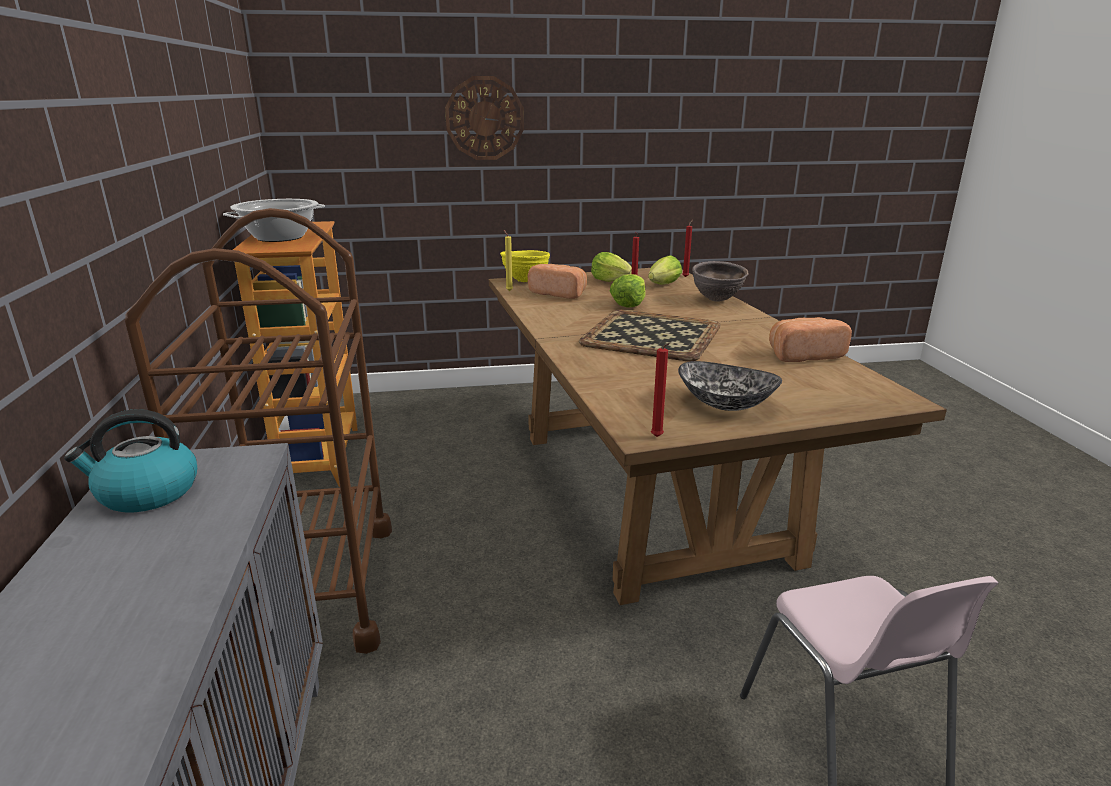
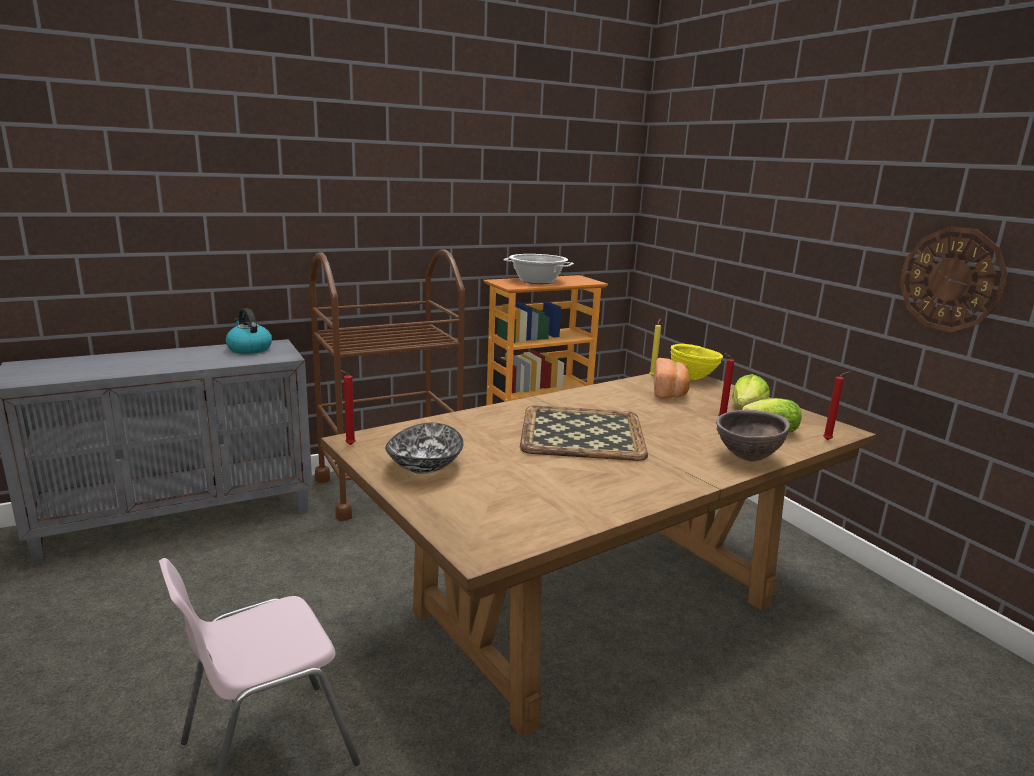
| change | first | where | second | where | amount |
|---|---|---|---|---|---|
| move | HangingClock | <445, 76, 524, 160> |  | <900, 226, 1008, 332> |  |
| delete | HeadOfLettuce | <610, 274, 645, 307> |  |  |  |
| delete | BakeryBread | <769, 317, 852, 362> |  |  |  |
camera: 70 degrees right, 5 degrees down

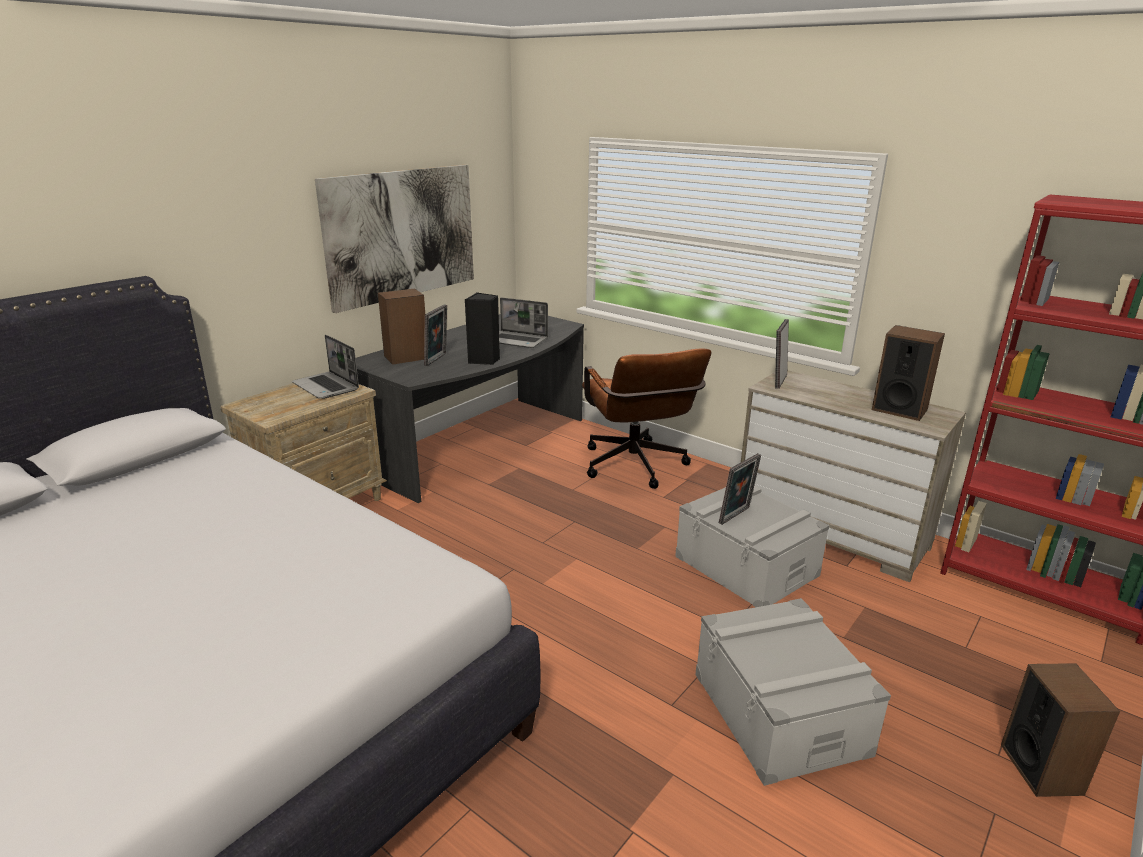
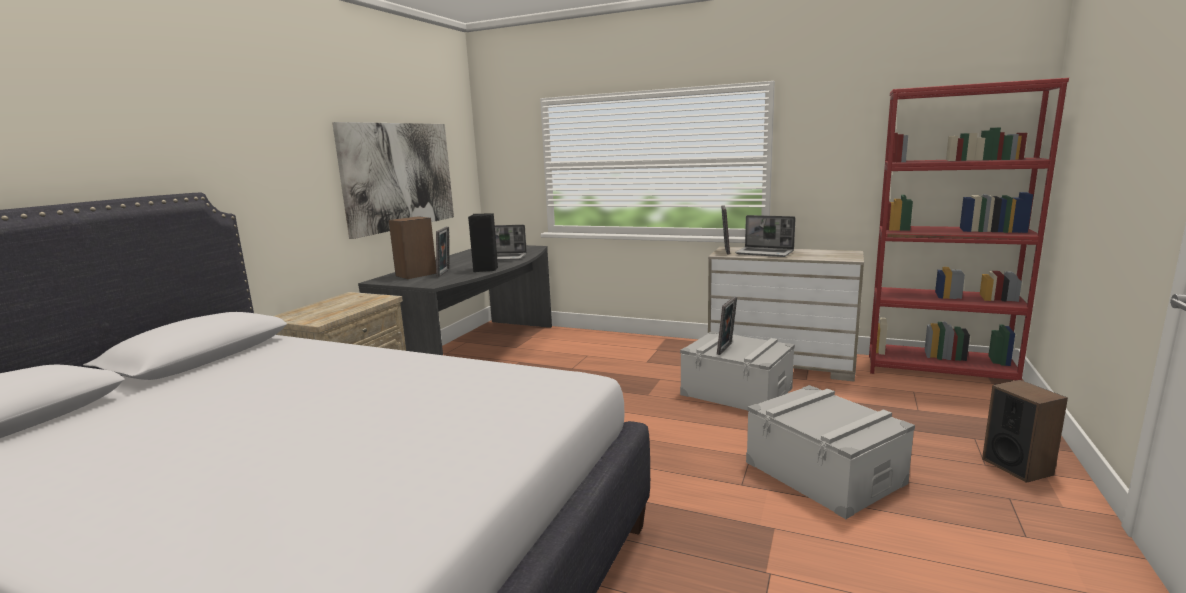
| change | first | where | second | where | amount |
|---|---|---|---|---|---|
| move | PortableComputer | <292, 335, 359, 399> |  | <735, 215, 796, 257> |  |
| delete | BrownishComputerChair | <582, 349, 712, 489> |  |  |  |
| delete | Speaker | <872, 325, 945, 421> |  |  |  |
camera: 15 degrees left, 10 degrees down

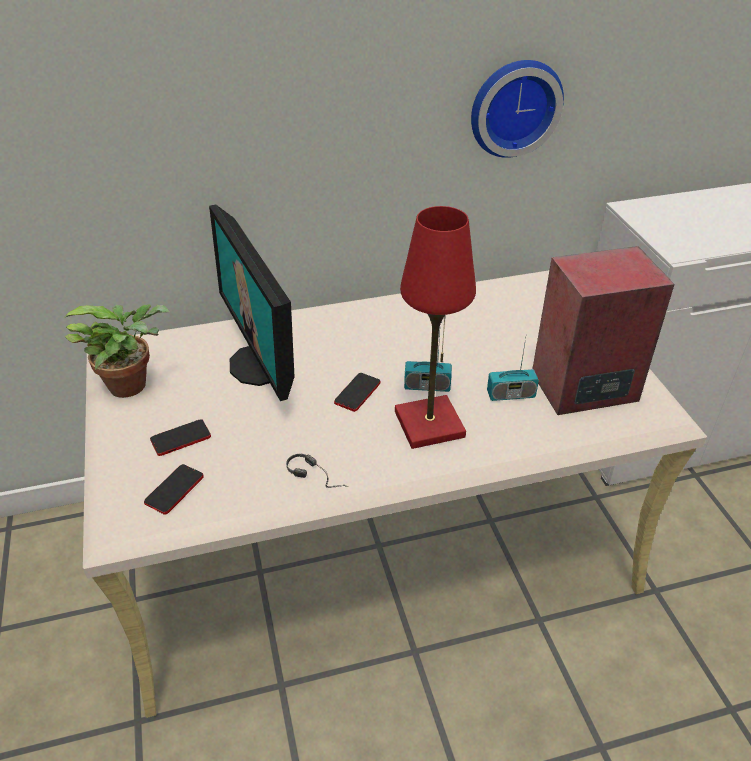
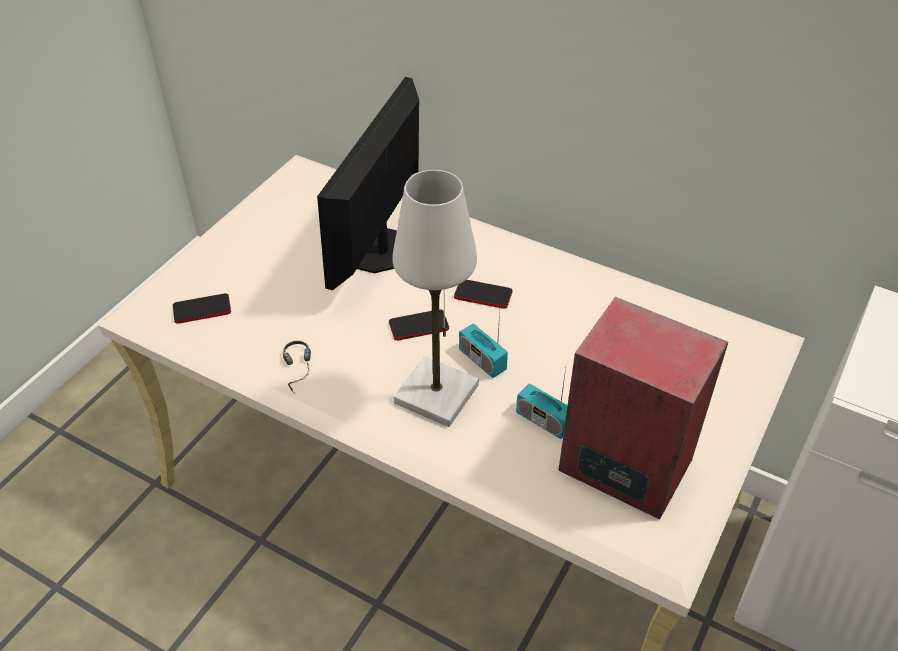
| change | first | where | second | where | amount |
|---|---|---|---|---|---|
| delete | PlantInAPot | <64, 304, 170, 398> |  |  |  |
| move | Telephone | <150, 419, 211, 456> |  | <454, 280, 513, 309> |  |
| recolor | RedLampForATable | <395, 206, 476, 449> | WhiteColouredLampForATable | <393, 170, 479, 427> |  |
| delete | HangingClock | <471, 60, 564, 158> |  |  |  |
camera: 45 degrees right, 5 degrees up

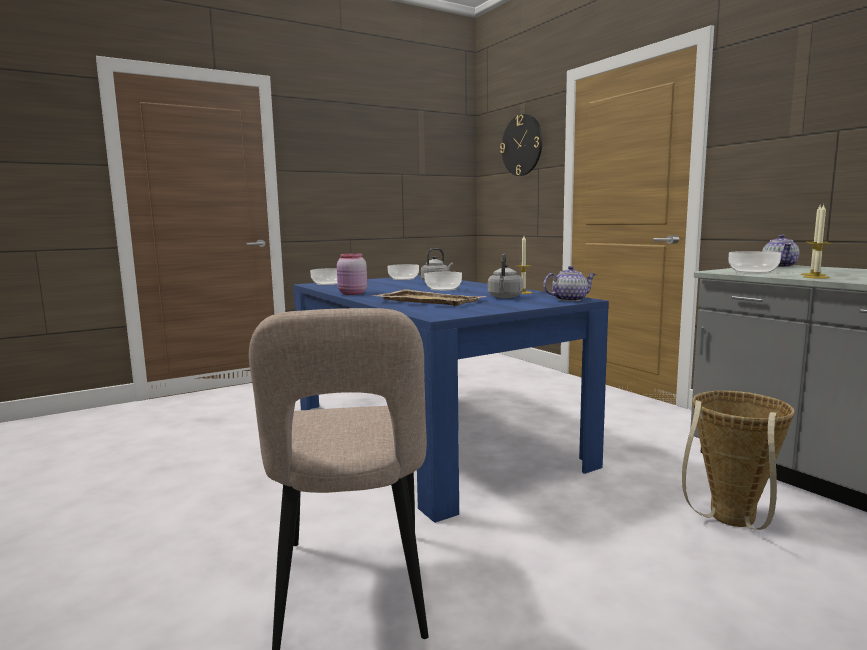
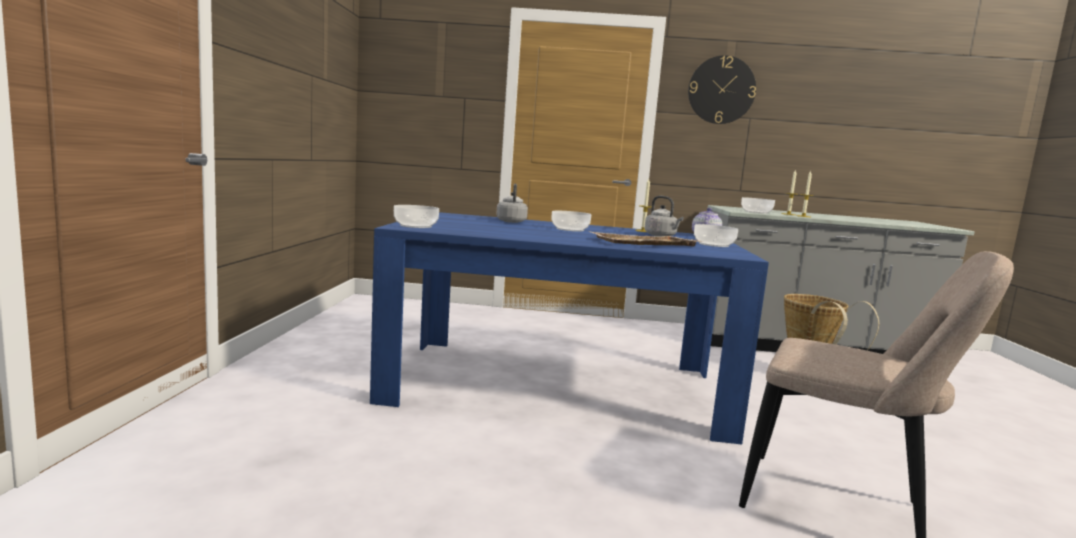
| change | first | where | second | where | amount |
|---|---|---|---|---|---|
| delete | PinkishPreserveJar | <337, 253, 367, 295> |  |  |  |
| move | DeepDish | <388, 264, 419, 280> |  | <694, 224, 738, 247> |  |
| move | HangingClock | <500, 114, 543, 176> |  | <688, 55, 756, 124> |  |
| delete | PotForTea | <762, 234, 799, 267> |  |  |  |
camera: 55 degrees left, 0 degrees up

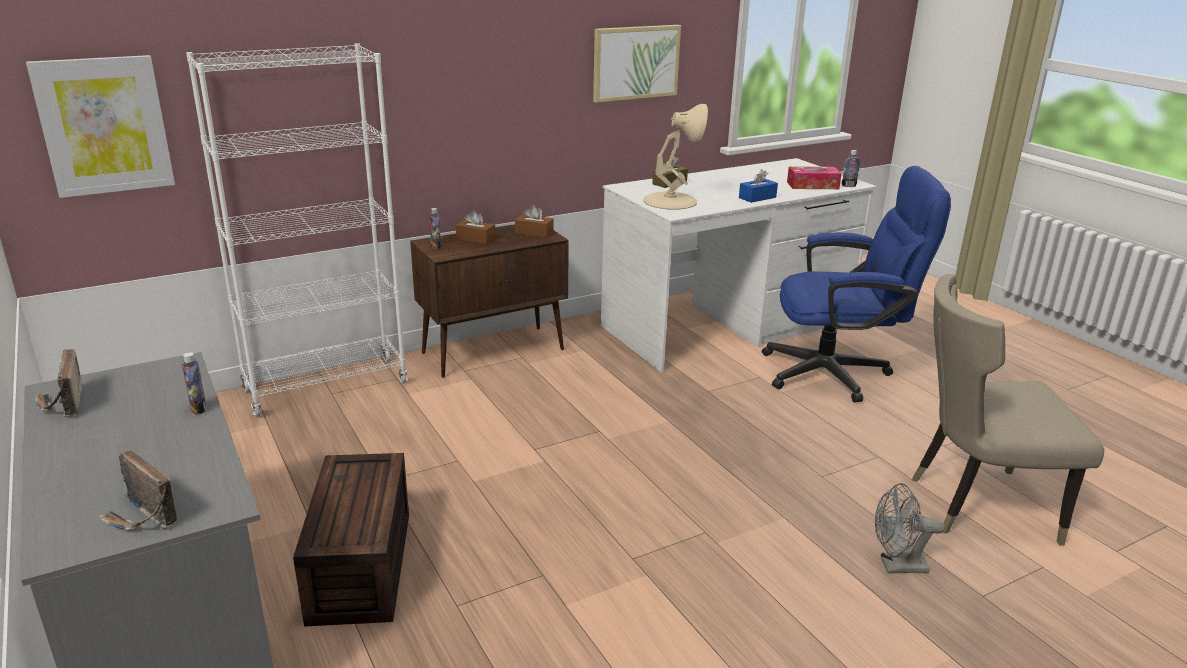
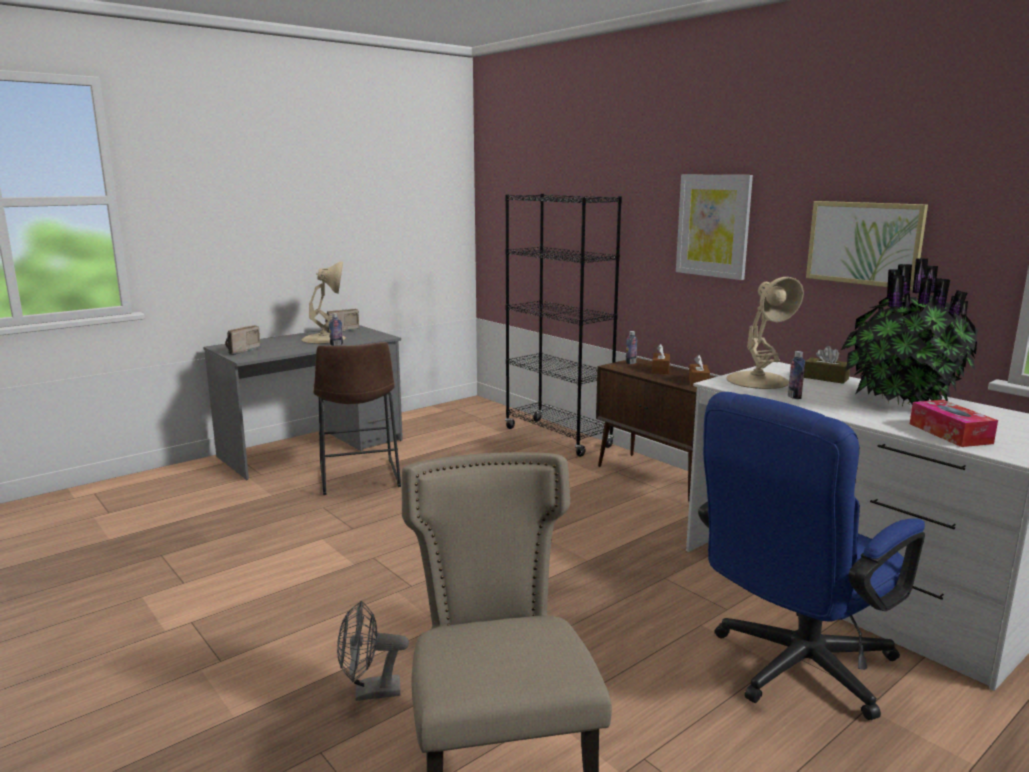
| change | first | where | second | where | amount |
|---|---|---|---|---|---|
| move | Picture | <26, 55, 175, 198> |  | <676, 175, 753, 280> |  |
| recolor | WhiteColouredShelvingUnit | <186, 43, 408, 417> | BlackishShelvingUnit | <505, 194, 622, 457> |  |
| replace | BrownishStorageContainer | <293, 453, 409, 627> | BrownishStool | <313, 342, 401, 495> |  |
| delete | BlueColouredTissueBox | <739, 169, 778, 203> |  |  |  |
| rotate | BlueColouredComputerChair | <762, 166, 951, 403> |  | <698, 392, 925, 720> | 60 degrees clockwise |
| move | BeverageBottle | <842, 150, 860, 187> |  | <788, 351, 805, 399> |  |
| rotate | GreyishCoolingFan | <875, 483, 945, 573> |  | <337, 600, 409, 701> | 90 degrees counterclockwise |
| insert |  |  | SandColouredLampForATable | <302, 262, 346, 344> |  |
| insert |  |  | PlantInAPot | <841, 258, 978, 407> |  |
camera: 80 degrees right, 10 degrees down

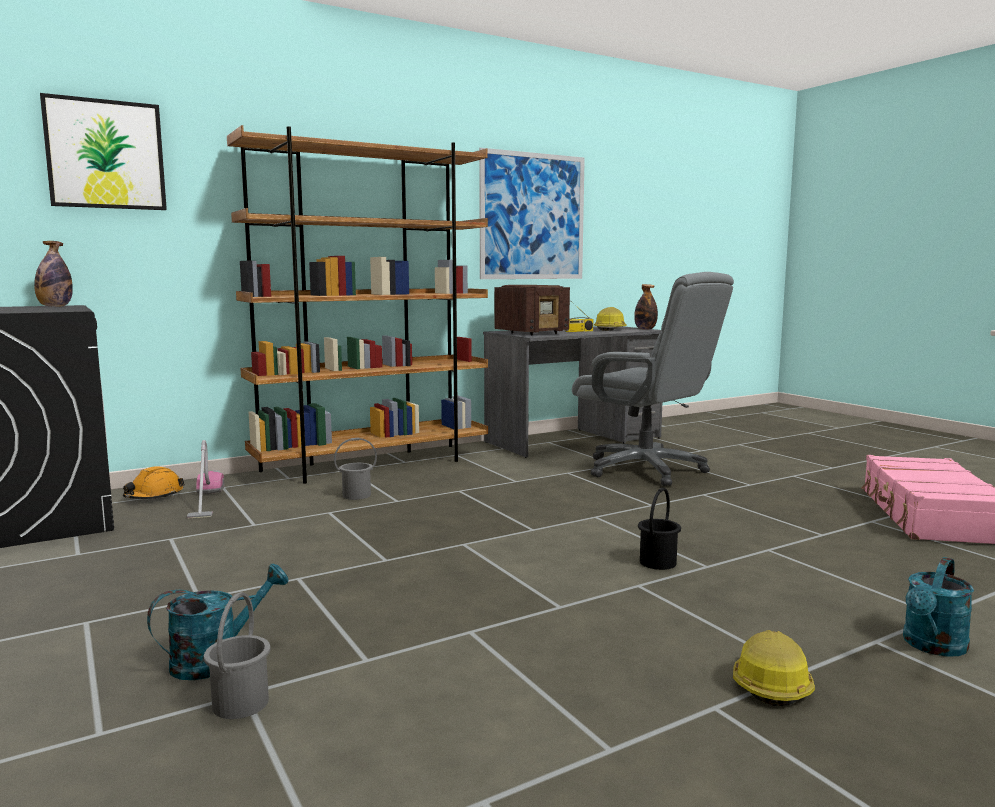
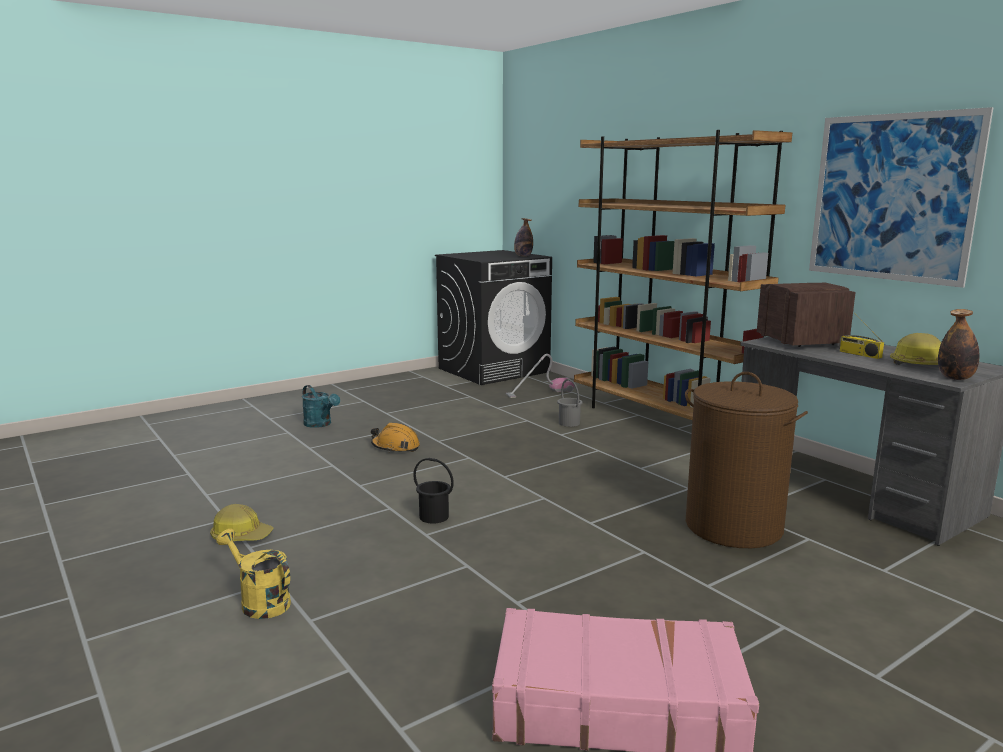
| change | first | where | second | where | amount |
|---|---|---|---|---|---|
| delete | Picture | <40, 93, 167, 210> |  |  |  |
| move | OrangeyHardHat | <123, 466, 185, 499> |  | <371, 423, 420, 453> |  |
| delete | GreyishBucket | <204, 592, 270, 719> |  |  |  |
| rotate | RadioSet | <494, 285, 570, 336> |  | <757, 283, 856, 347> | 150 degrees counterclockwise |
| replace | GreyishComputerChair | <572, 272, 734, 486> | BrownishHamper | <685, 372, 808, 548> |  |
| recolor | TurquoiseColouredWateringCan | <903, 557, 974, 657> | YellowishWateringCan | <216, 529, 291, 619> |  |
camera: 85 degrees right, 5 degrees up

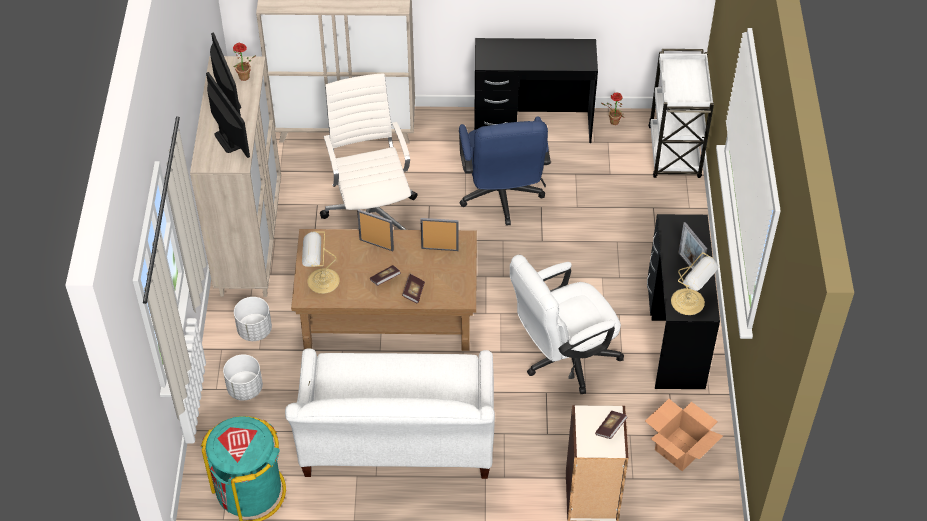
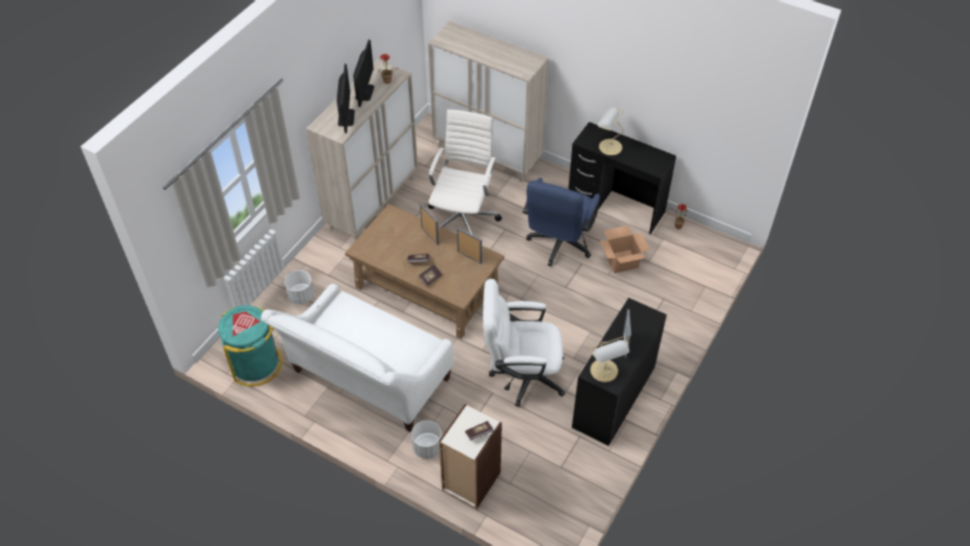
| change | first | where | second | where | amount |
|---|---|---|---|---|---|
| move | WhiteColouredPlantPot | <234, 297, 272, 341> |  | <411, 420, 442, 459> |  |
| move | LampForATable | <302, 231, 340, 294> |  | <598, 107, 624, 155> |  |
| move | PackingBox | <645, 399, 723, 471> |  | <600, 225, 650, 273> |  |
| delete | WhiteColouredCart | <648, 49, 714, 178> |  |  |  |
camera: 30 degrees right, 0 degrees up

